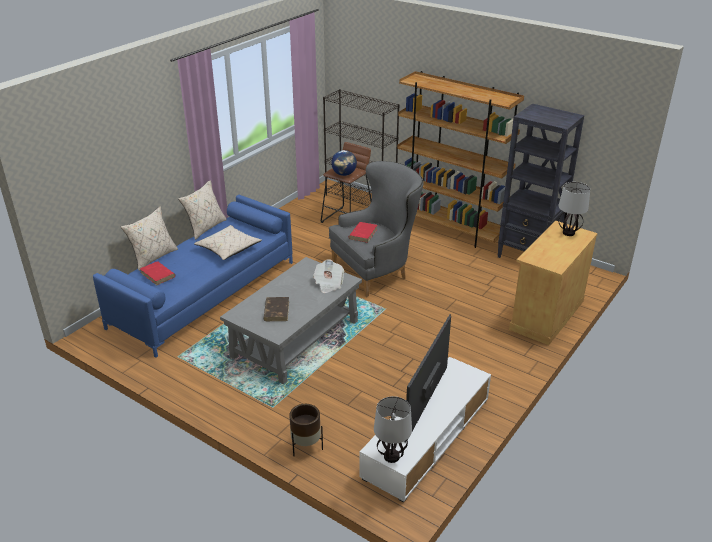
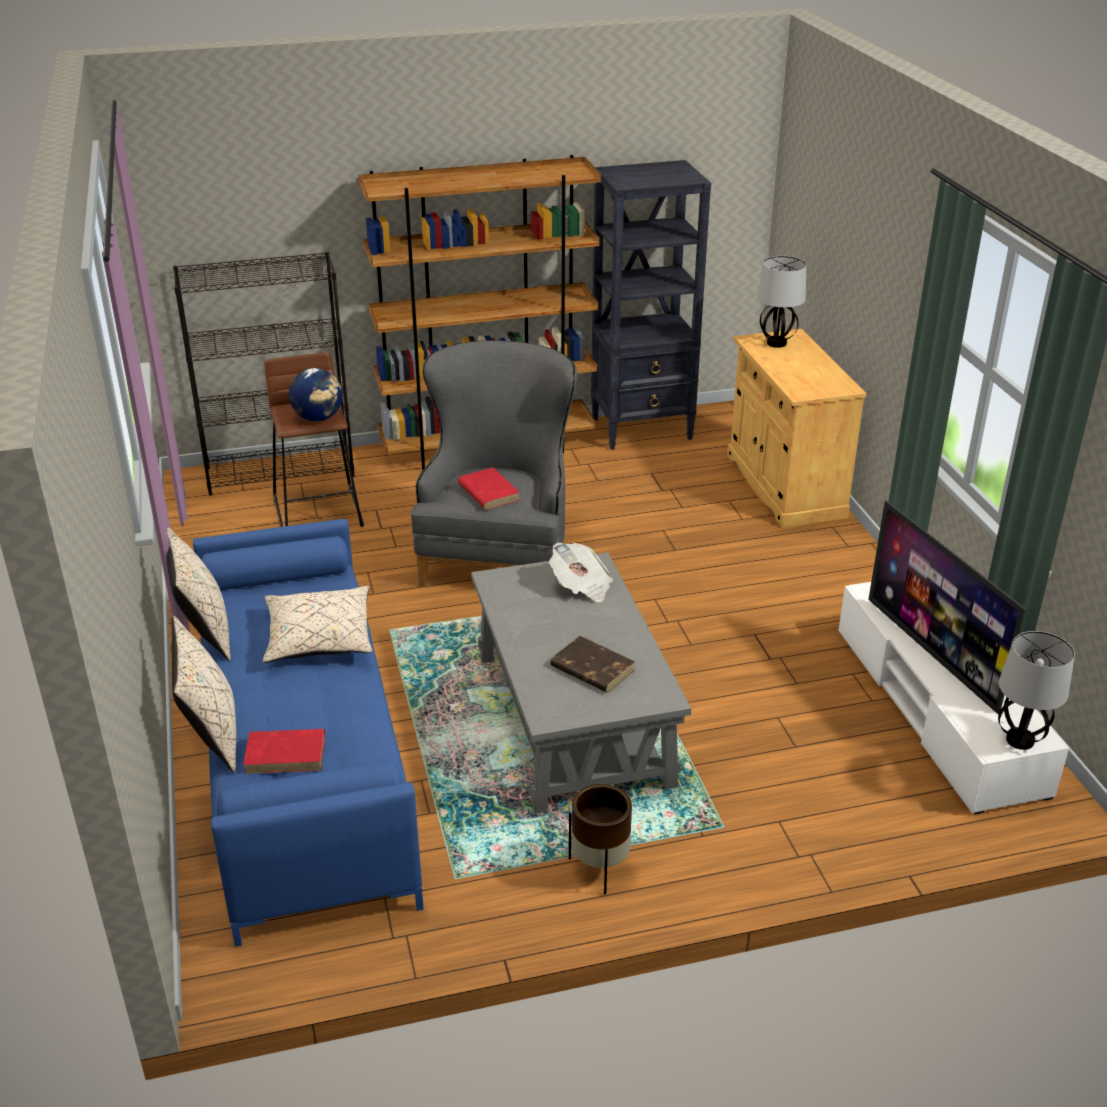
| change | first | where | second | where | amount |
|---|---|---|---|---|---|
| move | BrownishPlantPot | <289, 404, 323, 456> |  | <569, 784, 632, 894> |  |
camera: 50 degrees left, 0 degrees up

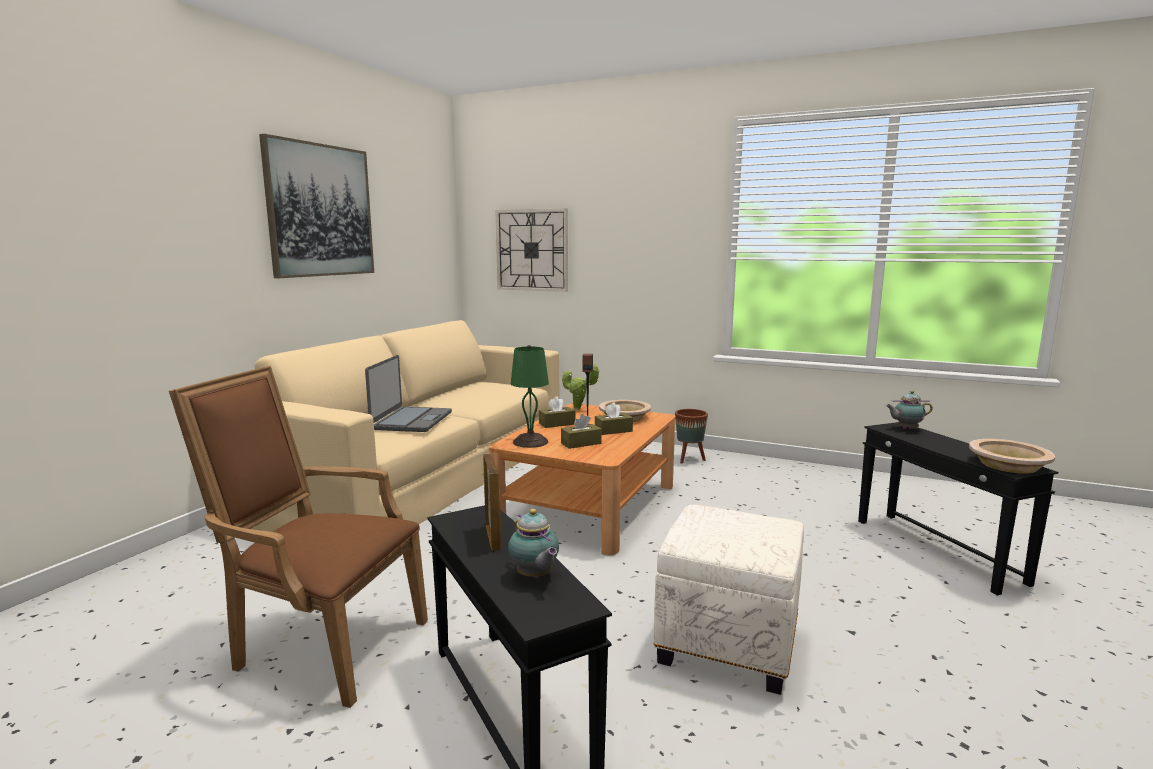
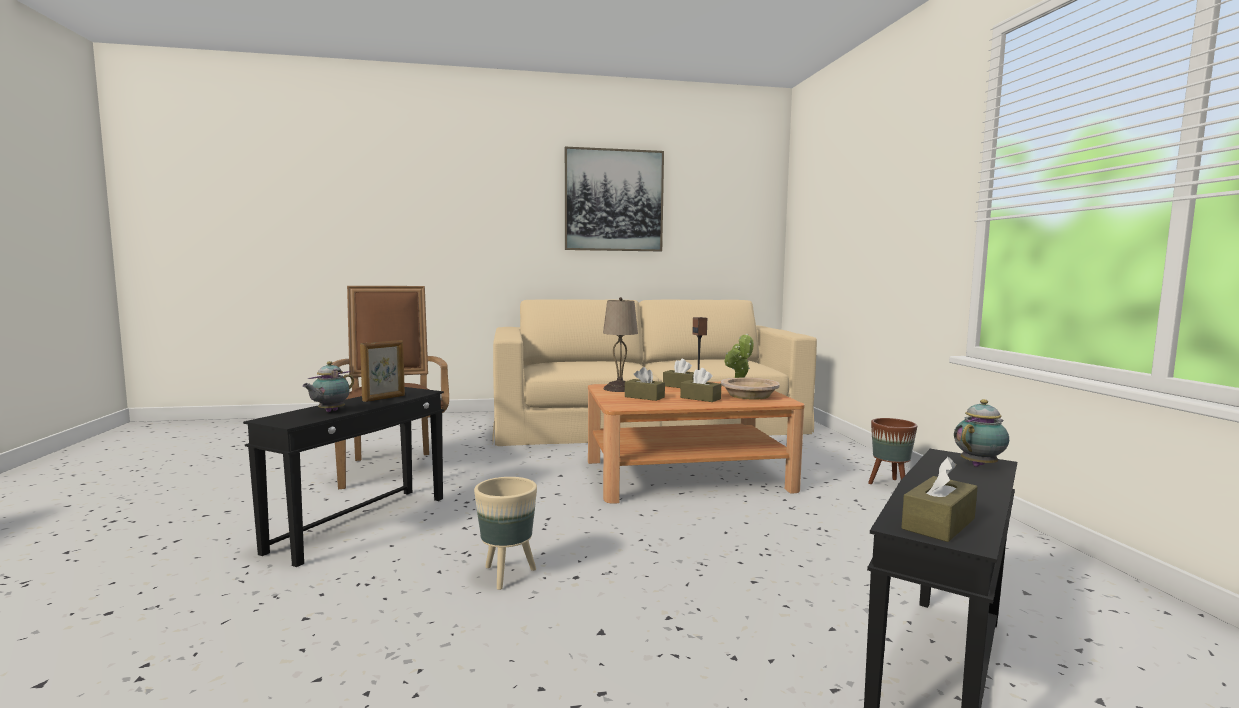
| change | first | where | second | where | amount |
|---|---|---|---|---|---|
| delete | PortableComputer | <365, 355, 452, 432> |  |  |  |
| delete | HangingClock | <495, 209, 568, 292> |  |  |  |
| recolor | GreenLampForATable | <511, 345, 549, 448> | SandColouredLampForATable | <603, 297, 638, 392> |  |
| replace | WhiteColouredPouffe | <654, 505, 804, 695> | SandColouredPlantPot | <474, 477, 537, 590> |  |
| rotate | PotForTea | <886, 390, 933, 429> |  | <954, 399, 1009, 467> | 90 degrees clockwise |
| replace | SandColouredDeepDish | <969, 439, 1055, 474> | BrownishTissueBox | <901, 457, 977, 542> |  |
camera: 55 degrees right, 5 degrees down

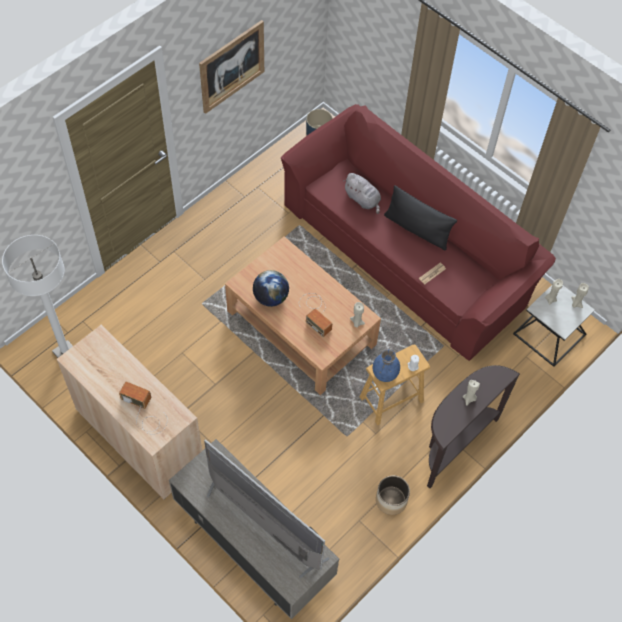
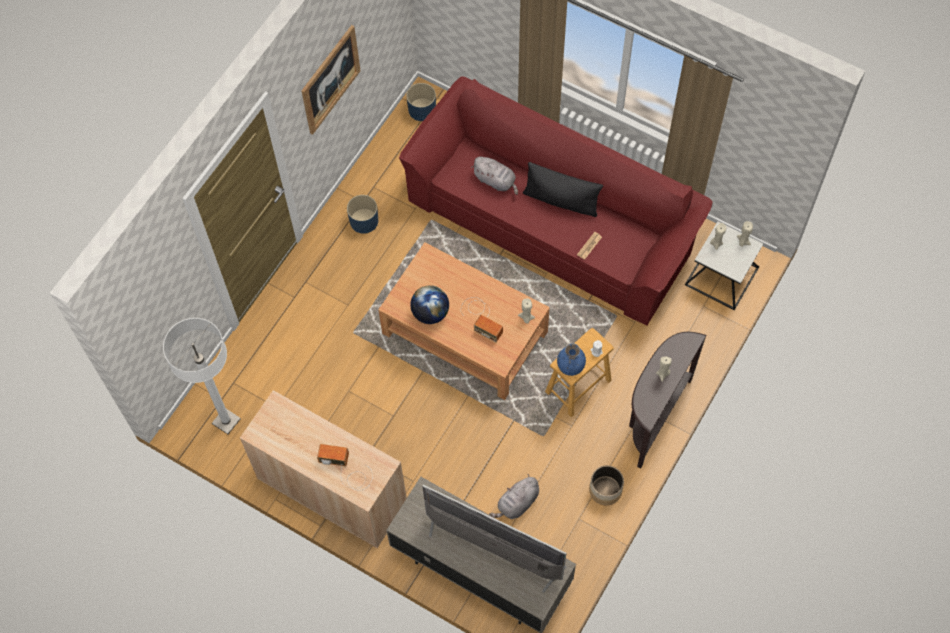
| change | first | where | second | where | amount |
|---|---|---|---|---|---|
| insert |  |  | BlueColouredPlantPot | <347, 195, 378, 234> |  |
| insert |  |  | GreyishSoftToy | <489, 474, 539, 519> |  |
camera: 10 degrees left, 5 degrees up

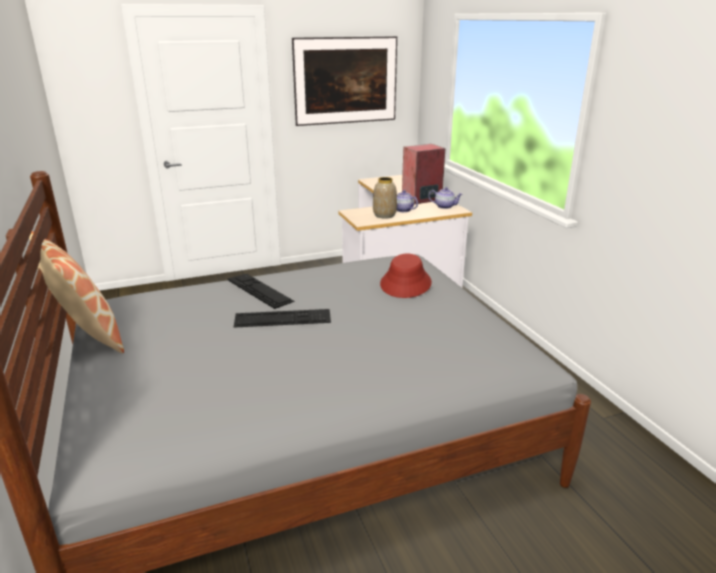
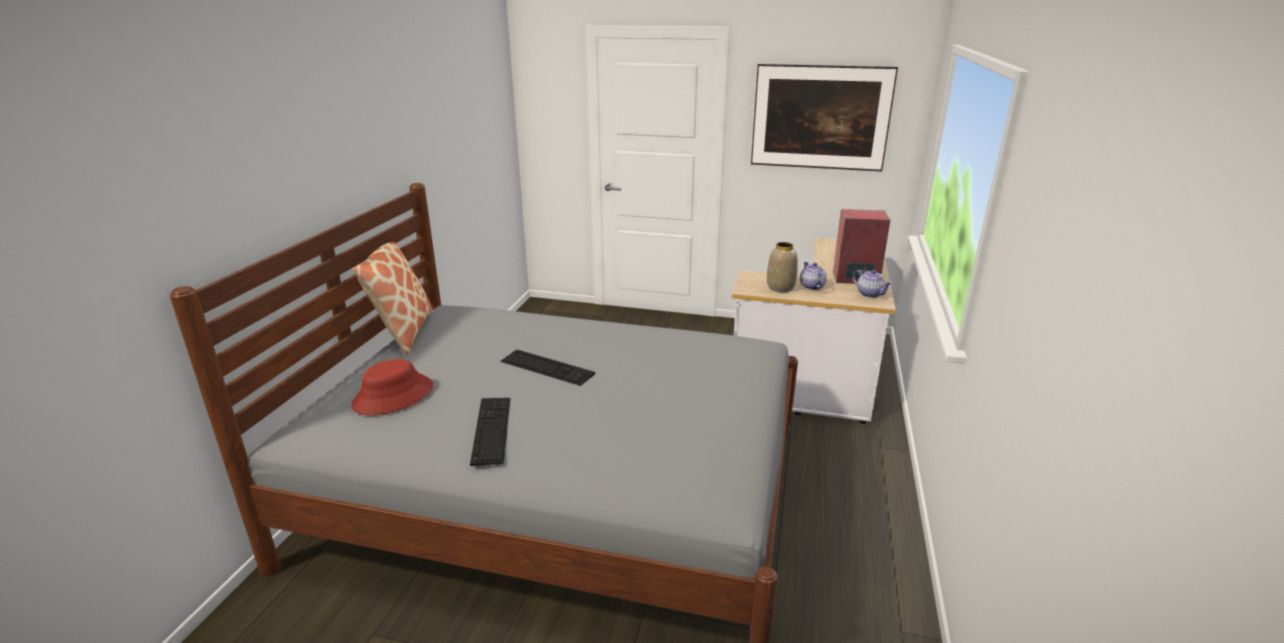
| change | first | where | second | where | amount |
|---|---|---|---|---|---|
| move | Keyboard | <228, 274, 294, 309> |  | <470, 398, 511, 466> |  |
| move | RedHat | <380, 254, 432, 298> |  | <351, 359, 433, 415> |  |
camera: 35 degrees right, 0 degrees up

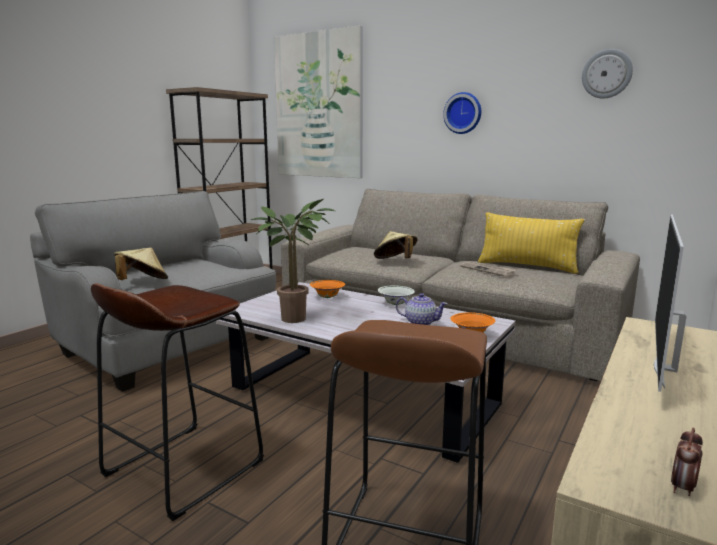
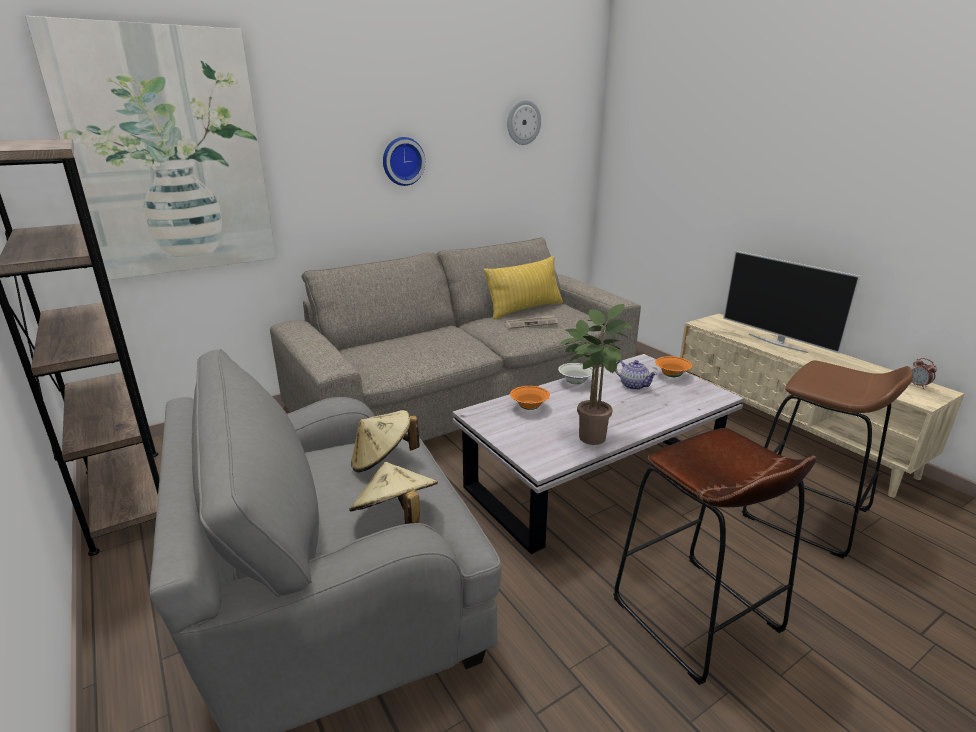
| change | first | where | second | where | amount |
|---|---|---|---|---|---|
| move | SandColouredHat | <374, 231, 418, 259> |  | <351, 410, 420, 472> |  |
| rotate | PotForTea | <396, 293, 448, 325> |  | <615, 360, 657, 390> | 90 degrees clockwise |
camera: 65 degrees left, 10 degrees up

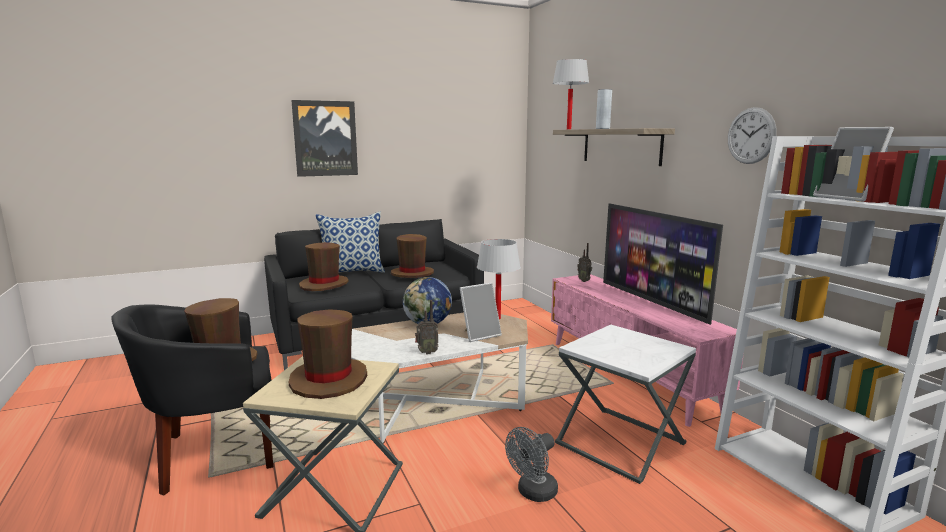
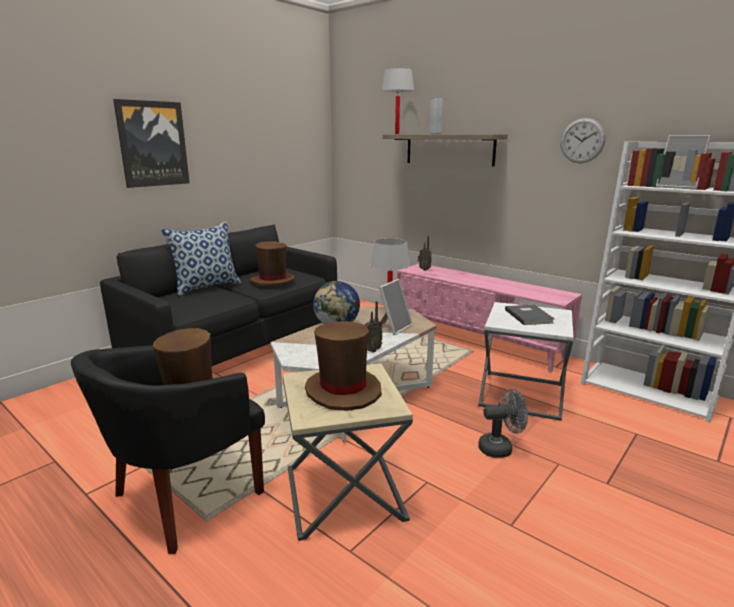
| change | first | where | second | where | amount |
|---|---|---|---|---|---|
| delete | BrownishHat | <299, 242, 349, 291> |  |  |  |
| rotate | GreyishCoolingFan | <505, 427, 558, 502> |  | <478, 389, 528, 458> | 120 degrees counterclockwise |
| delete | TvSet | <603, 203, 723, 325> |  |  |  |
| insert |  |  | GreyishBoundBook | <505, 305, 555, 325> |  |
camera: 25 degrees left, 5 degrees up

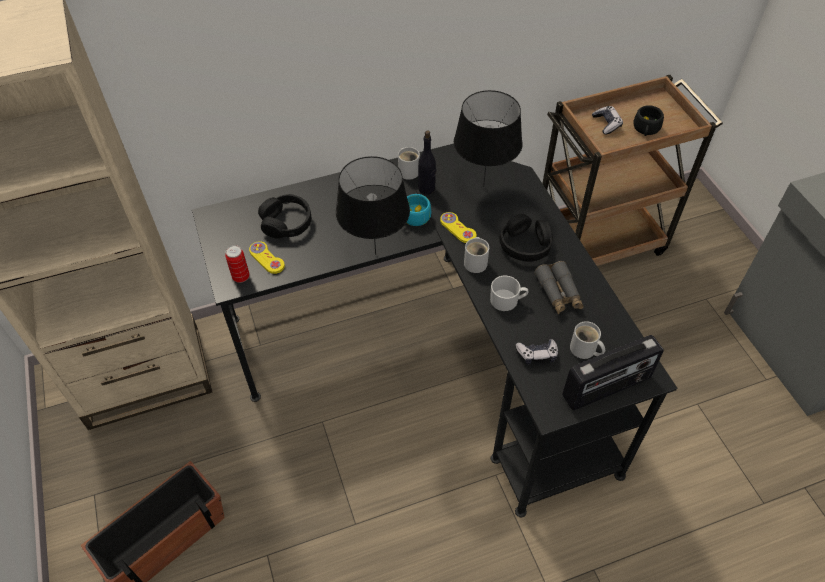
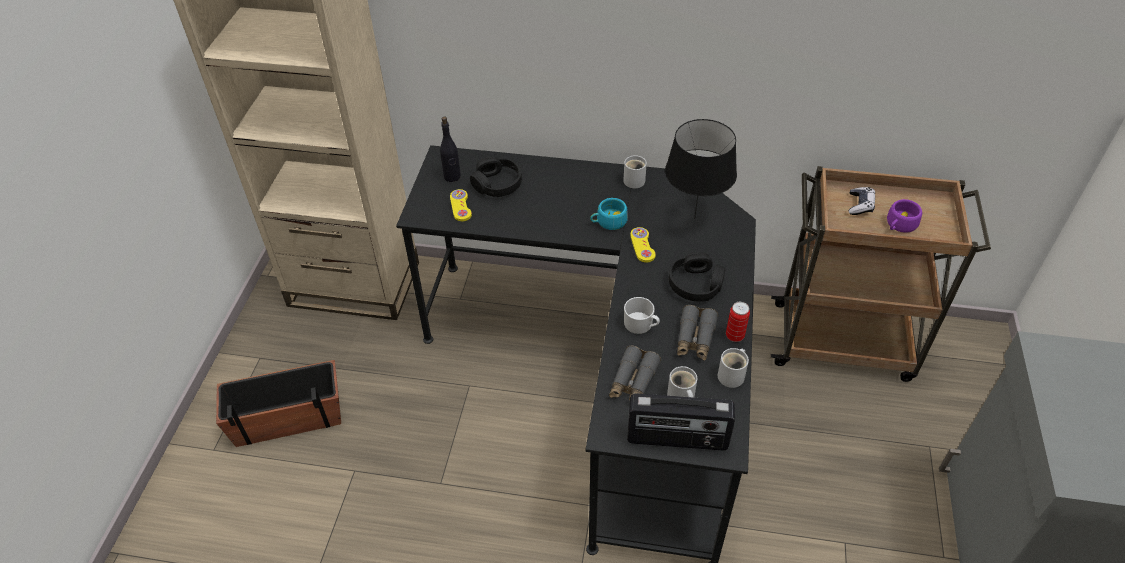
| change | first | where | second | where | amount |
|---|---|---|---|---|---|
| move | MetalCan | <225, 245, 250, 283> |  | <726, 302, 750, 342> |  |
| delete | BlackishLampForATable | <336, 156, 410, 255> |  |  |  |
| move | BlackishBeverageBottle | <418, 130, 436, 194> |  | <440, 116, 461, 182> |  |
| move | WhiteColouredCoffeeMug | <464, 237, 489, 273> |  | <718, 348, 749, 388> |  |
| replace | Gamepad | <516, 339, 558, 365> | GreyishFieldGlasses | <609, 346, 661, 400> |  |
| recolor | BlackishCup | <633, 105, 664, 136> | PurpleColouredCup | <887, 199, 922, 233> |  |
camera: 30 degrees right, 5 degrees down

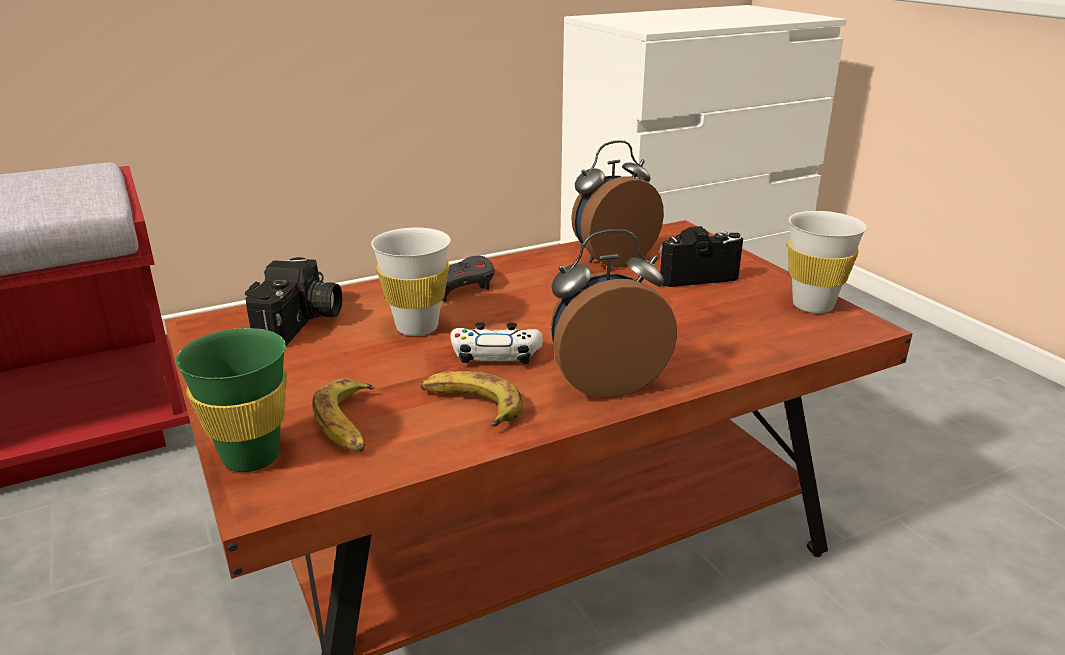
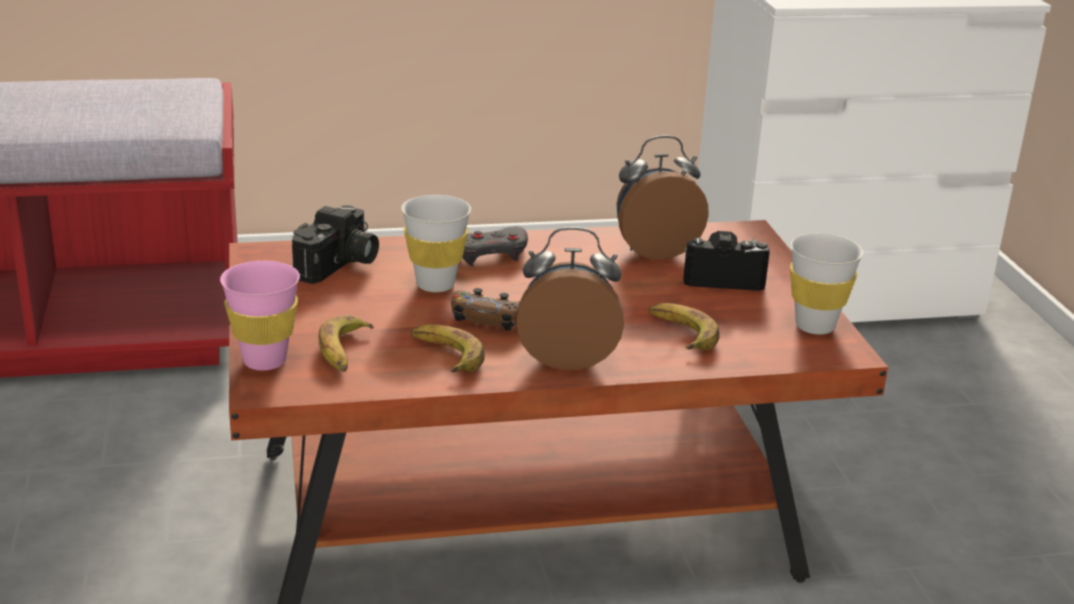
| change | first | where | second | where | amount |
|---|---|---|---|---|---|
| recolor | GreenCup | <176, 328, 287, 472> | PinkishCup | <220, 261, 300, 371> |  |
| recolor | WhiteColouredGamepad | <451, 322, 543, 364> | BrownishGamepad | <451, 288, 519, 331> |  |
| insert |  |  | WholeBanana | <649, 303, 720, 350> |  |
camera: 15 degrees right, 0 degrees up

